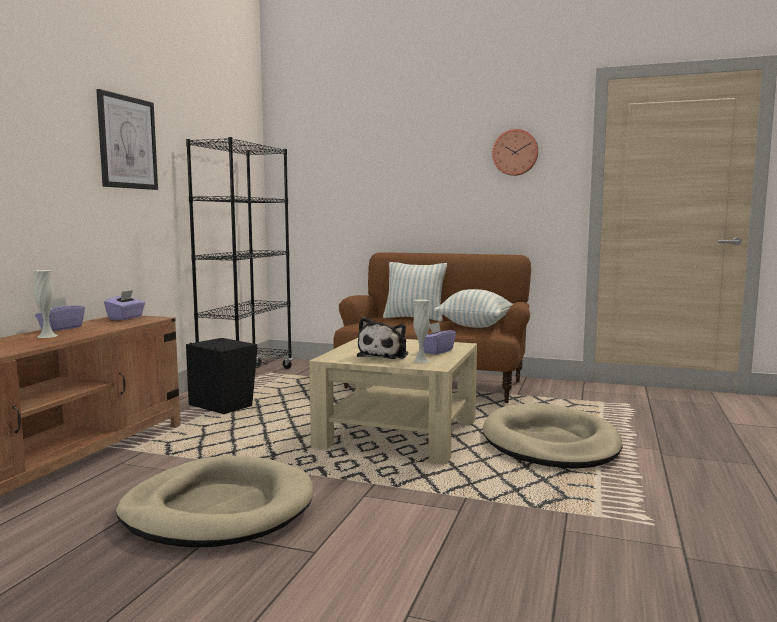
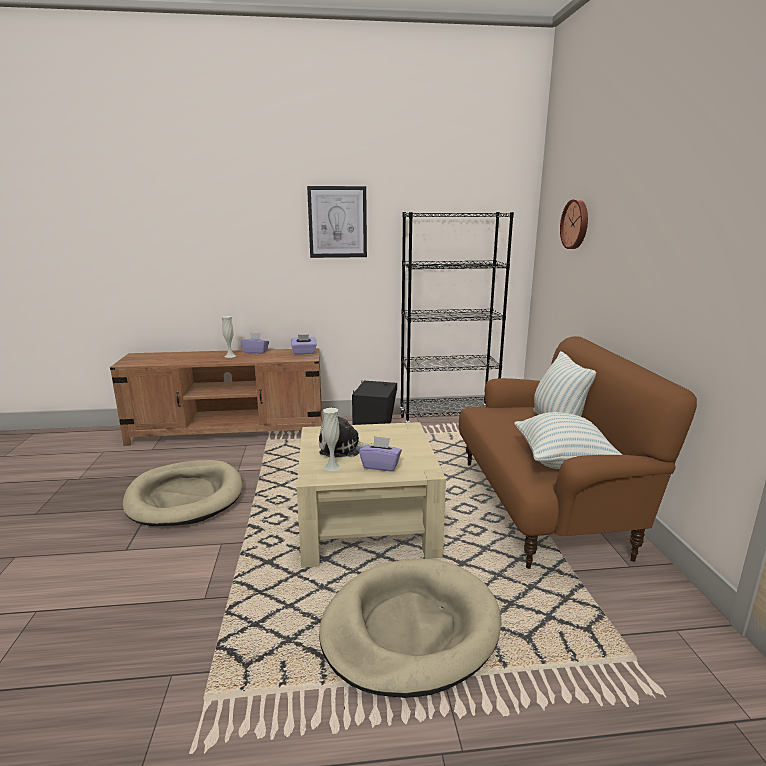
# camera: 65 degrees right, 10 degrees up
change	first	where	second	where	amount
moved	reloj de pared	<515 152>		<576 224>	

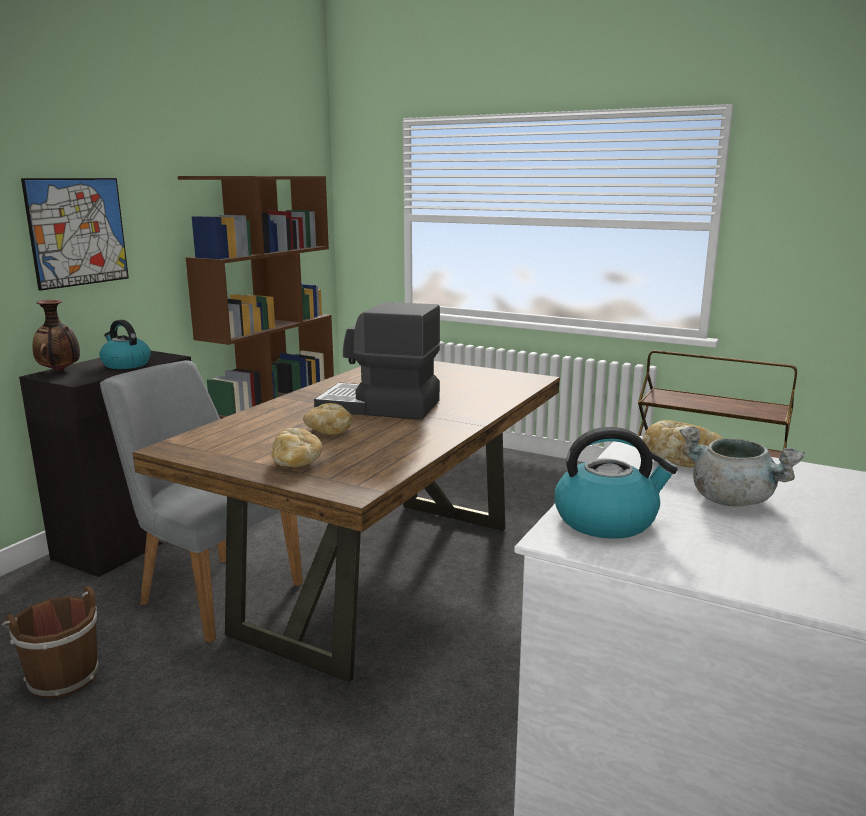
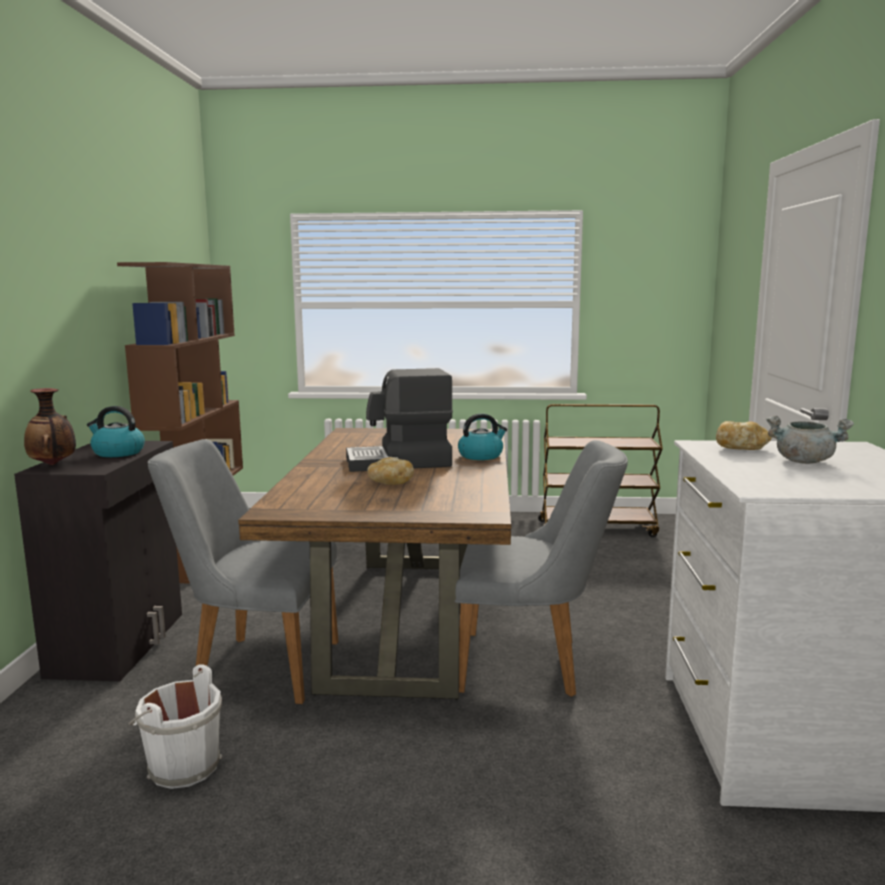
# camera: 25 degrees left, 5 degrees down
change	first	where	second	where	amount
removed	cuadro	<78 232>			
removed	pan	<296 462>			
added			silla/gris	<532 664>	
moved	hervidor	<607 520>		<481 456>	
recoloured	cubo/marrón	<62 676>	cubo/blanco	<181 766>	

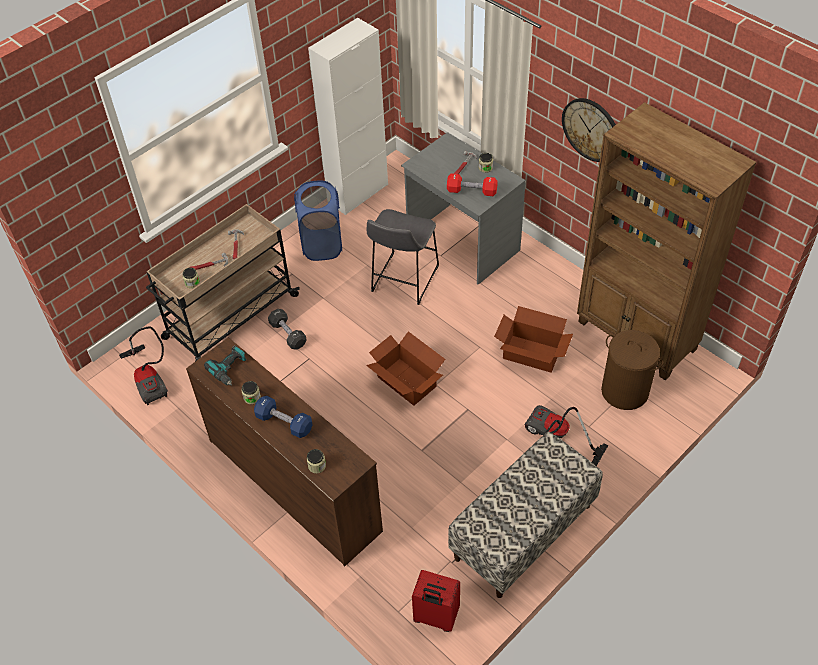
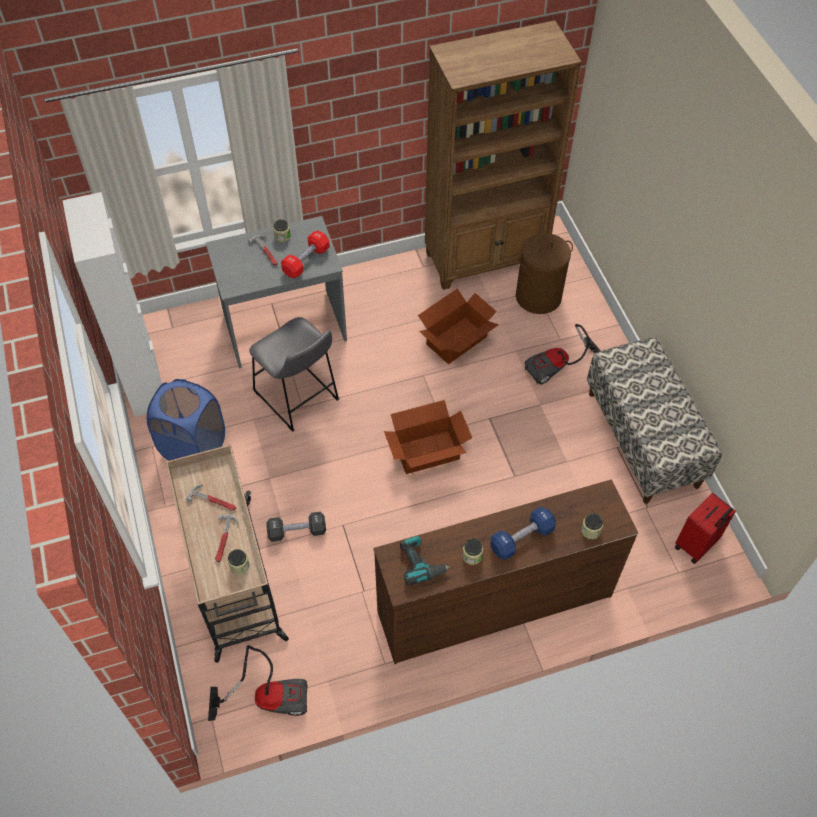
# camera: 65 degrees left, 5 degrees up
change	first	where	second	where	amount
removed	reloj de pared	<591 129>			

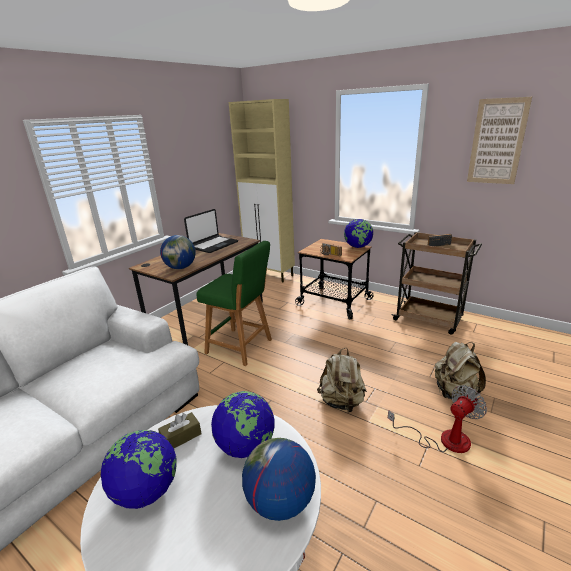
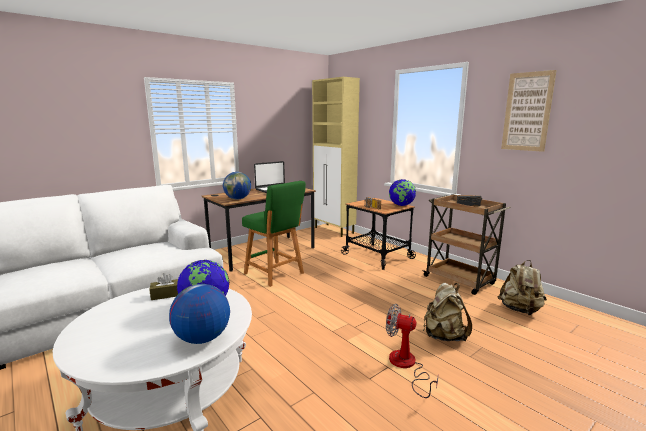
# camera: 15 degrees right, 10 degrees down
change	first	where	second	where	amount
removed	globo terráqueo	<146 491>			
moved	mochila/beis	<342 402>		<520 310>	
turned	ventilador	<443 439>		<406 366>	135 degrees counterclockwise

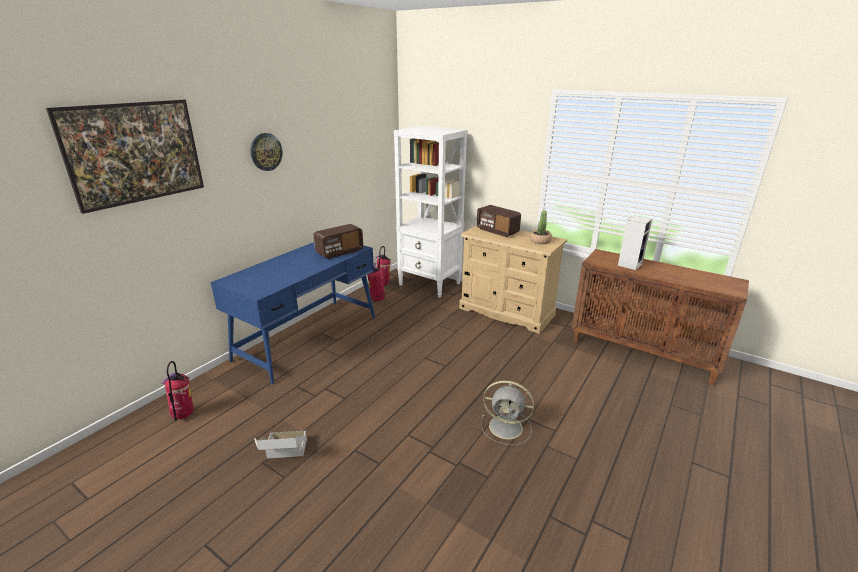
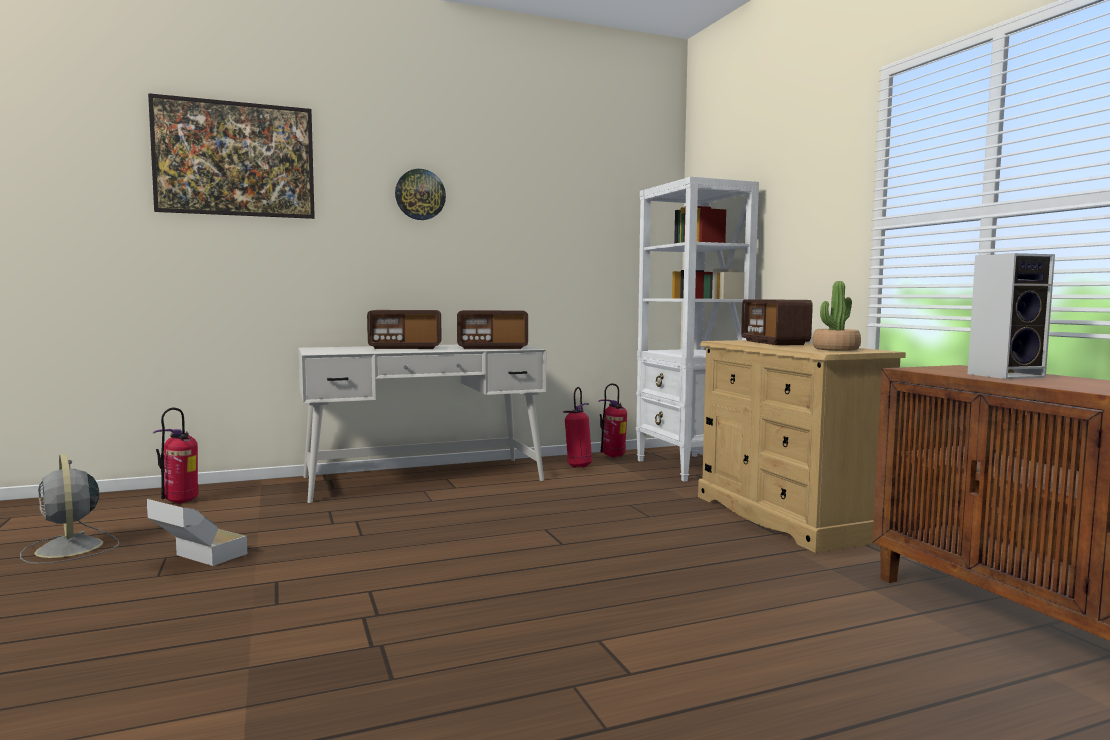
# camera: 35 degrees right, 20 degrees down
change	first	where	second	where	amount
added			radio	<405 348>	
moved	ventilador/gris	<507 427>		<69 549>	
recoloured	escritorio/azul	<308 337>	escritorio/blanco	<424 478>	

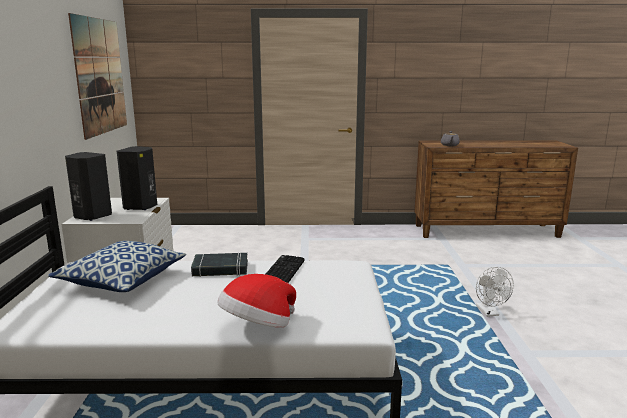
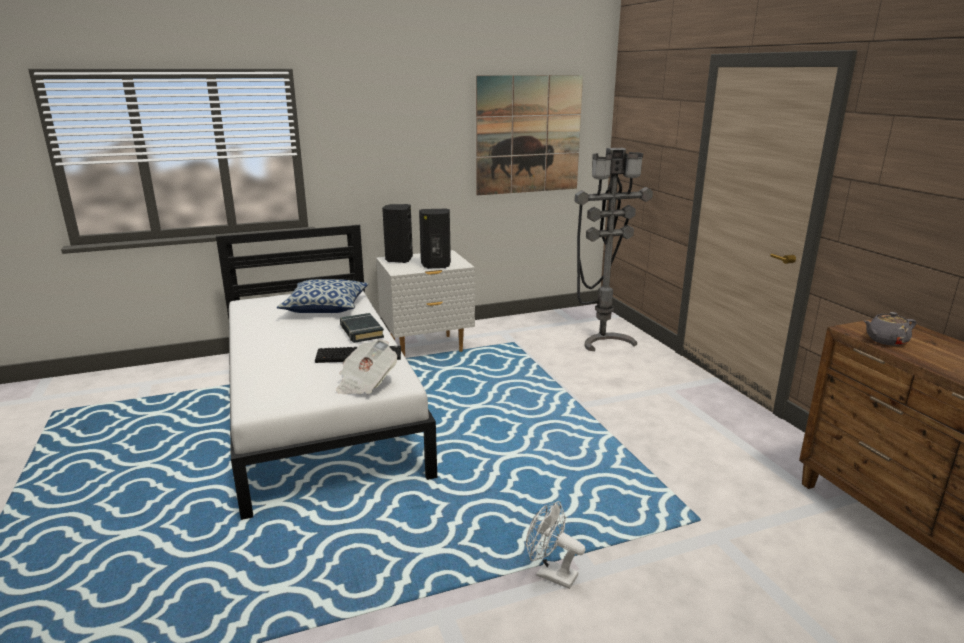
# camera: 70 degrees right, 5 degrees up
change	first	where	second	where	amount
removed	sombrero	<258 327>			
added			periódico	<365 383>	
added			lámpara de pie/gris	<603 339>	
turned	ventilador/blanco	<489 313>		<550 574>	60 degrees clockwise

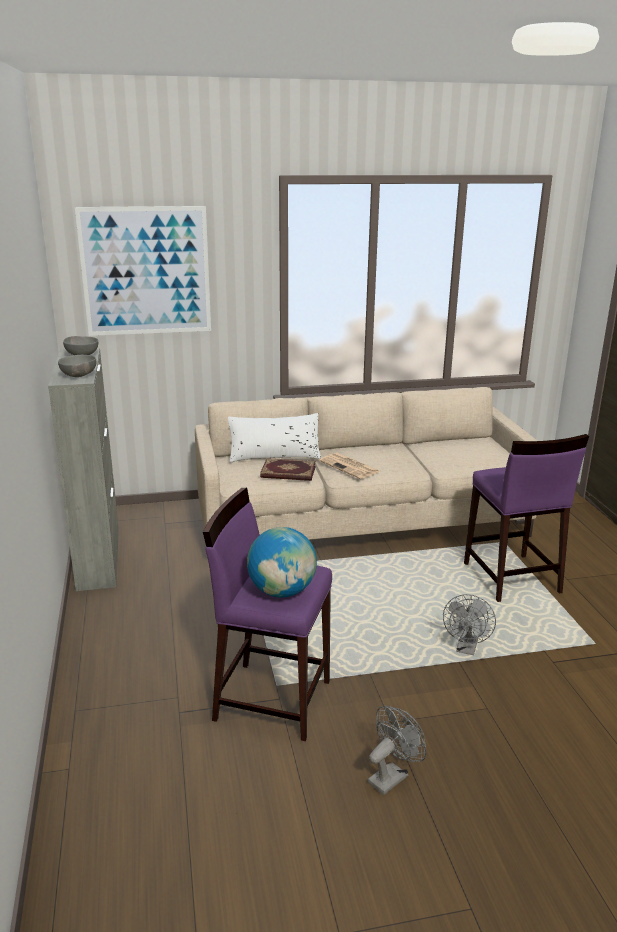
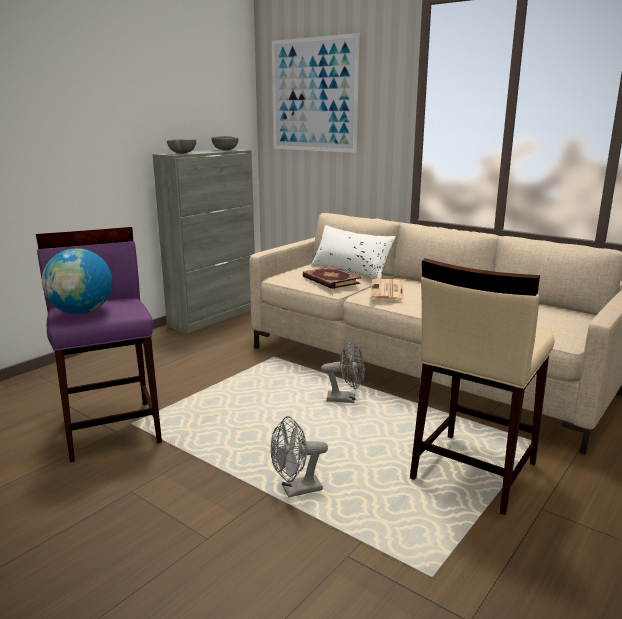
# camera: 50 degrees right, 5 degrees down
change	first	where	second	where	amount
moved	ventilador/gris	<392 776>		<346 399>	
recoloured	taburete/morado	<511 578>	taburete/beis	<472 471>	

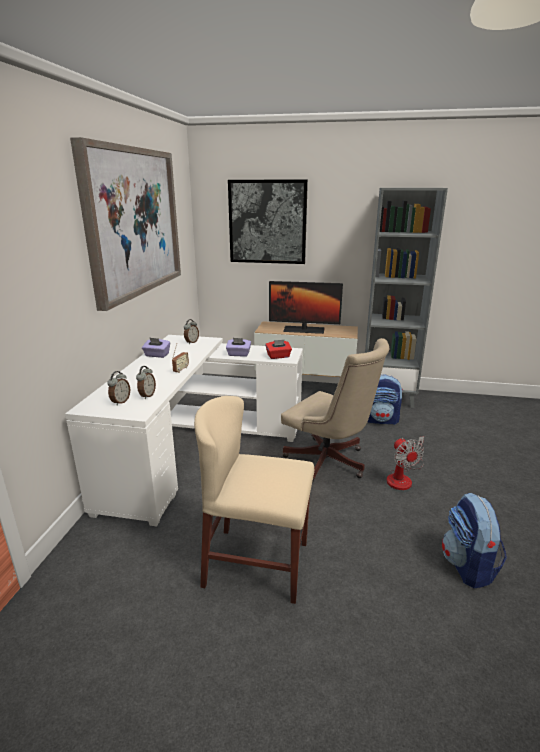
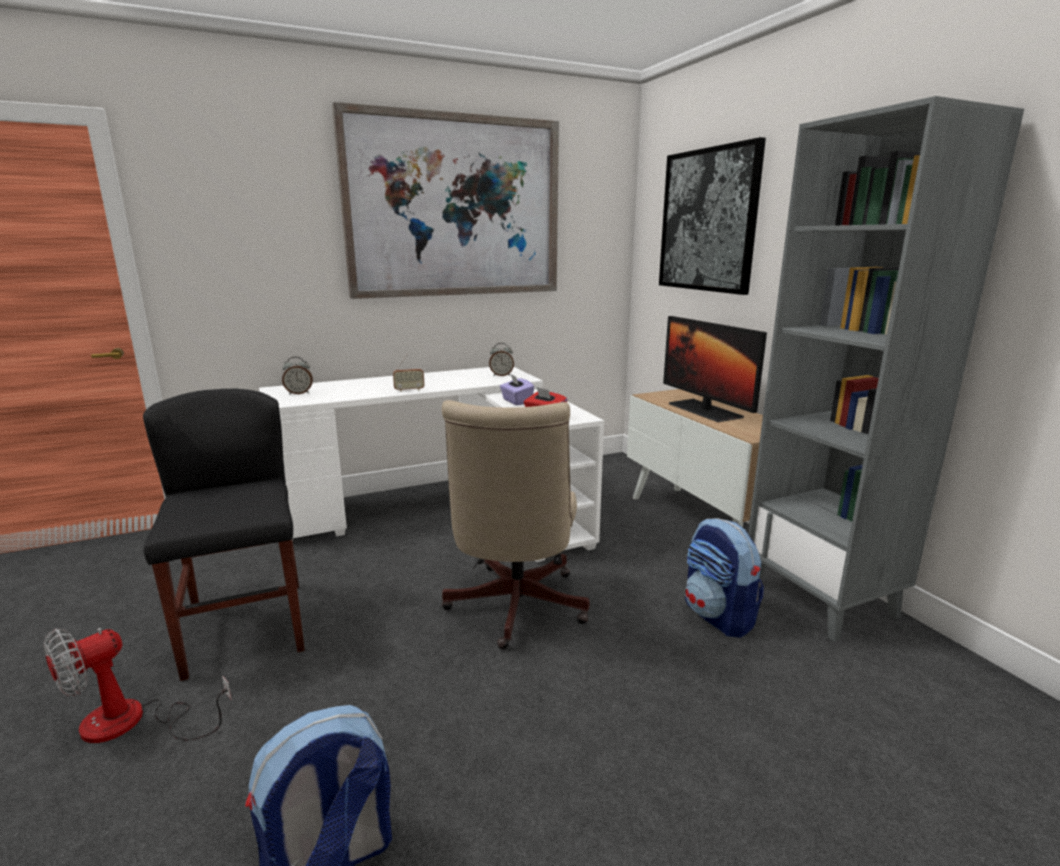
# camera: 55 degrees right, 5 degrees down
change	first	where	second	where	amount
removed	despertador	<147 396>			
removed	caja de pañuelos/morado	<157 355>			
moved	ventilador	<403 477>		<132 723>	
recoloured	silla/beis	<257 564>	silla/negro	<246 627>	

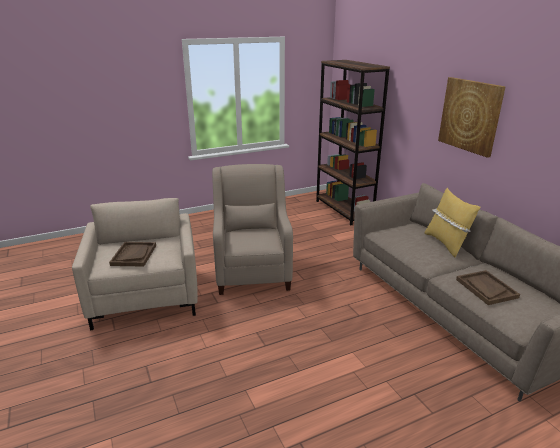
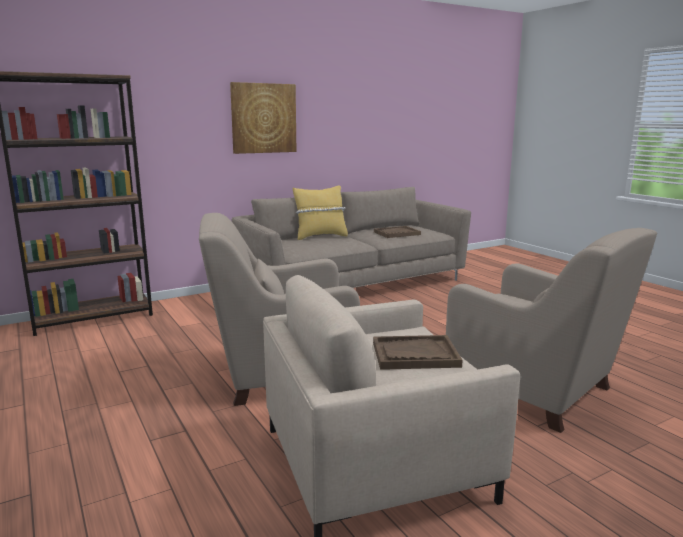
# camera: 95 degrees left, 10 degrees down
change	first	where	second	where	amount
added			sillón/beis	<534 390>	

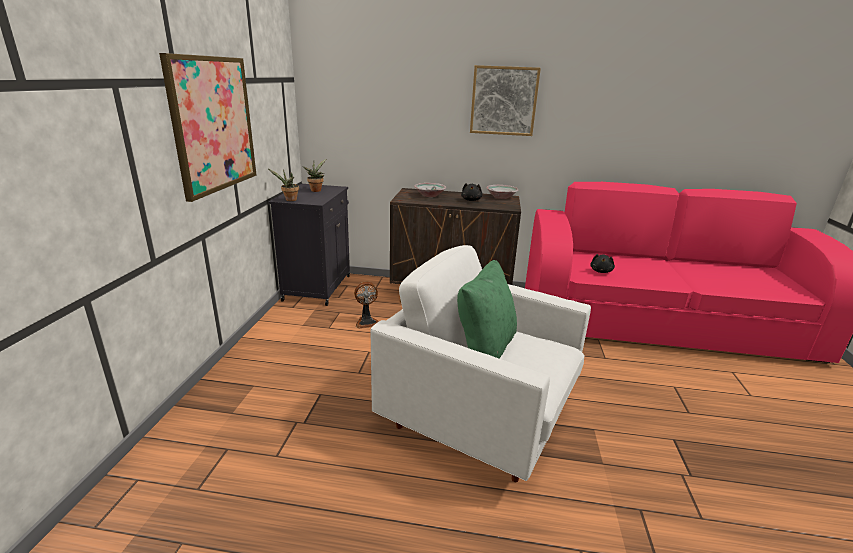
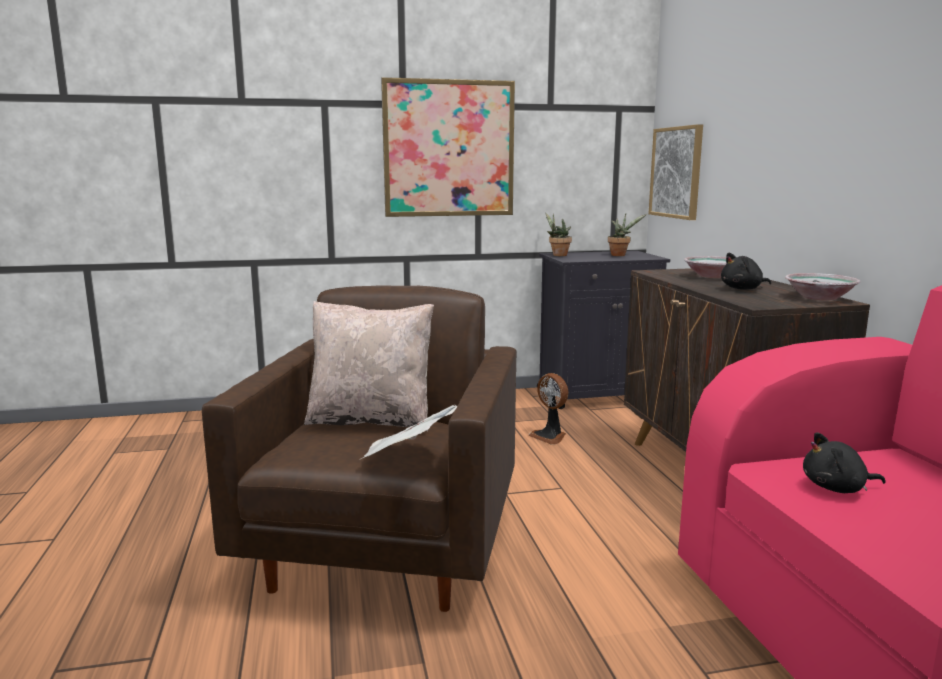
# camera: 70 degrees right, 10 degrees down
change	first	where	second	where	amount
added			periódico	<408 457>	
moved	cuadro	<503 101>		<676 172>	
recoloured	sillón/blanco	<479 419>	sillón/marrón	<386 548>	
recoloured	cojín/verde	<485 348>	cojín/beis	<371 420>	

